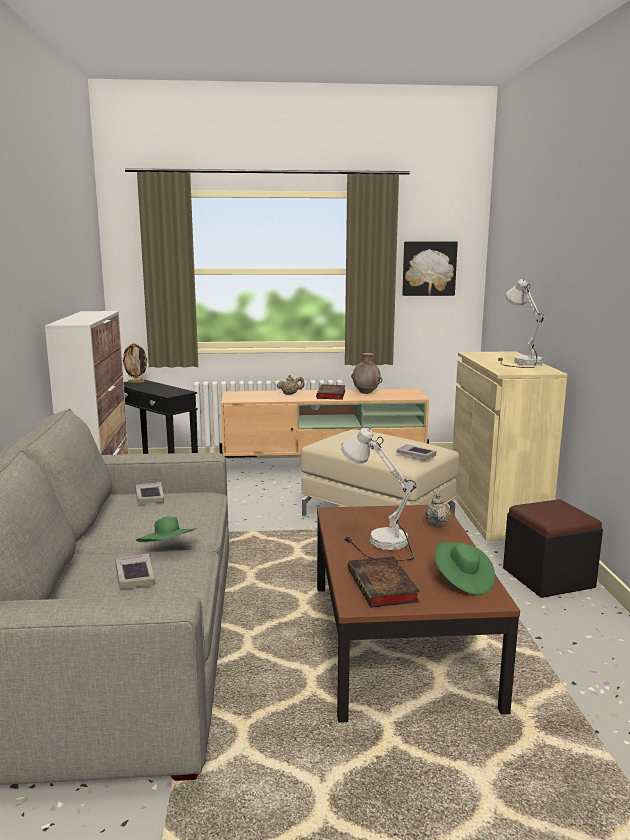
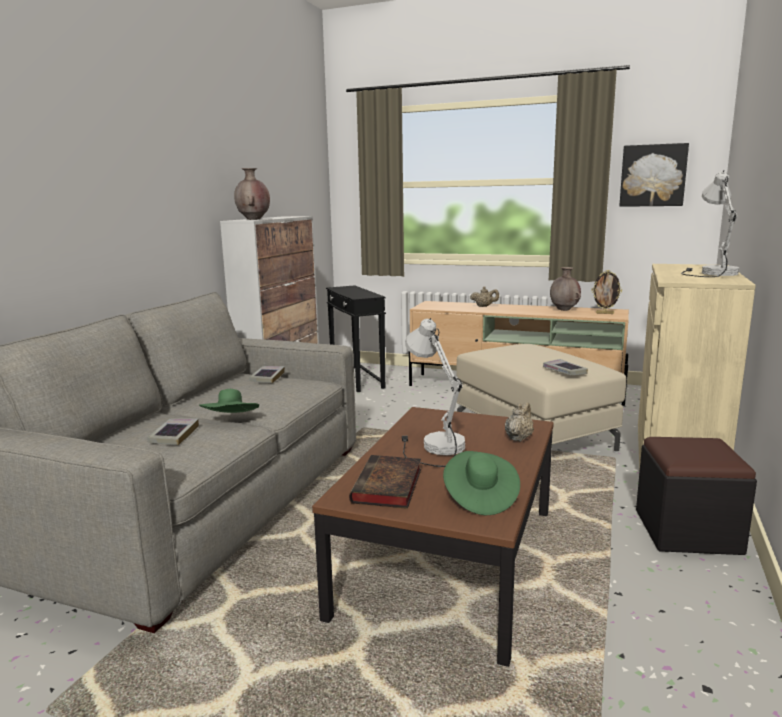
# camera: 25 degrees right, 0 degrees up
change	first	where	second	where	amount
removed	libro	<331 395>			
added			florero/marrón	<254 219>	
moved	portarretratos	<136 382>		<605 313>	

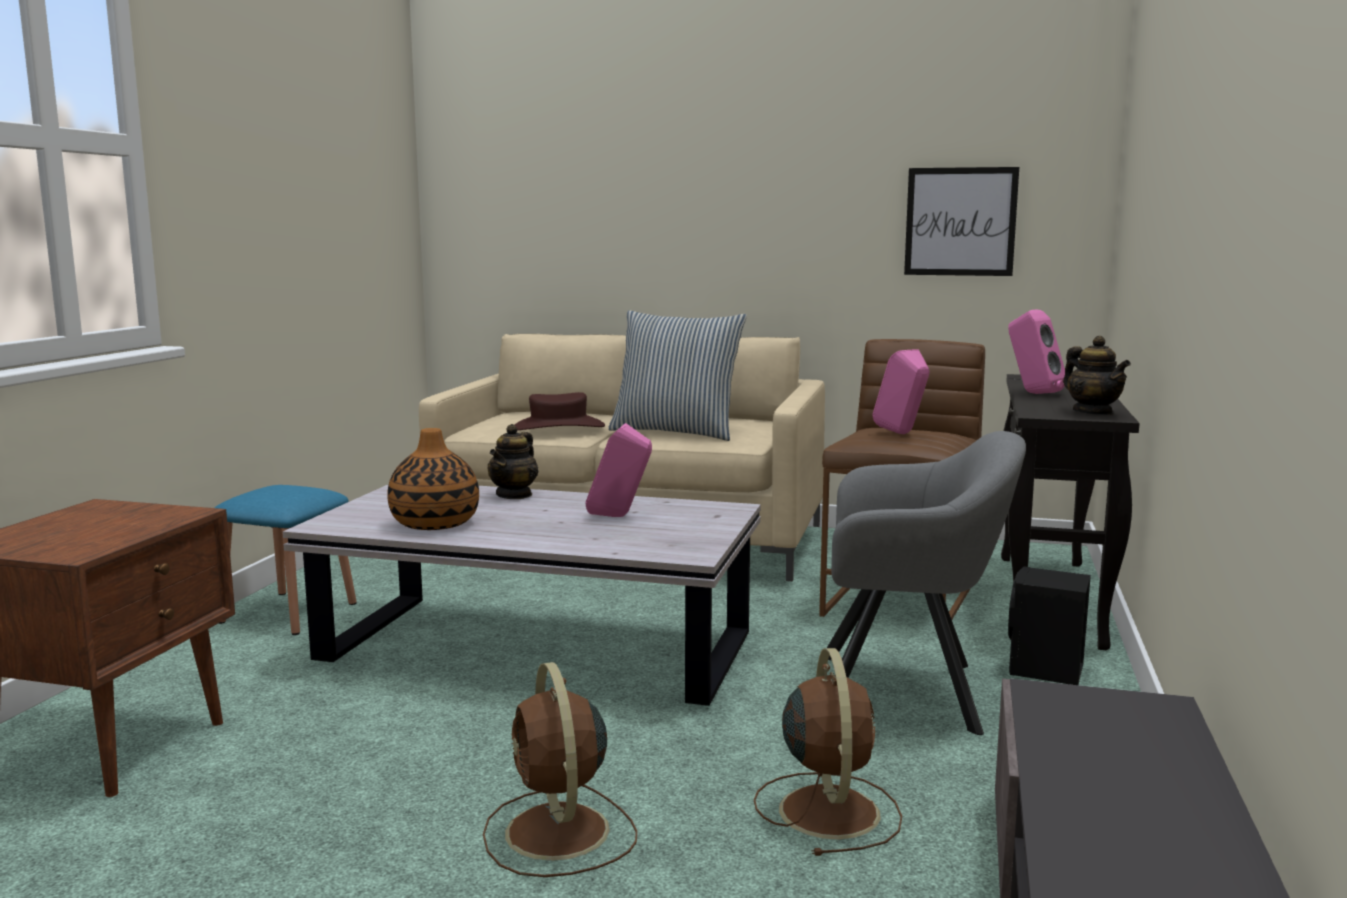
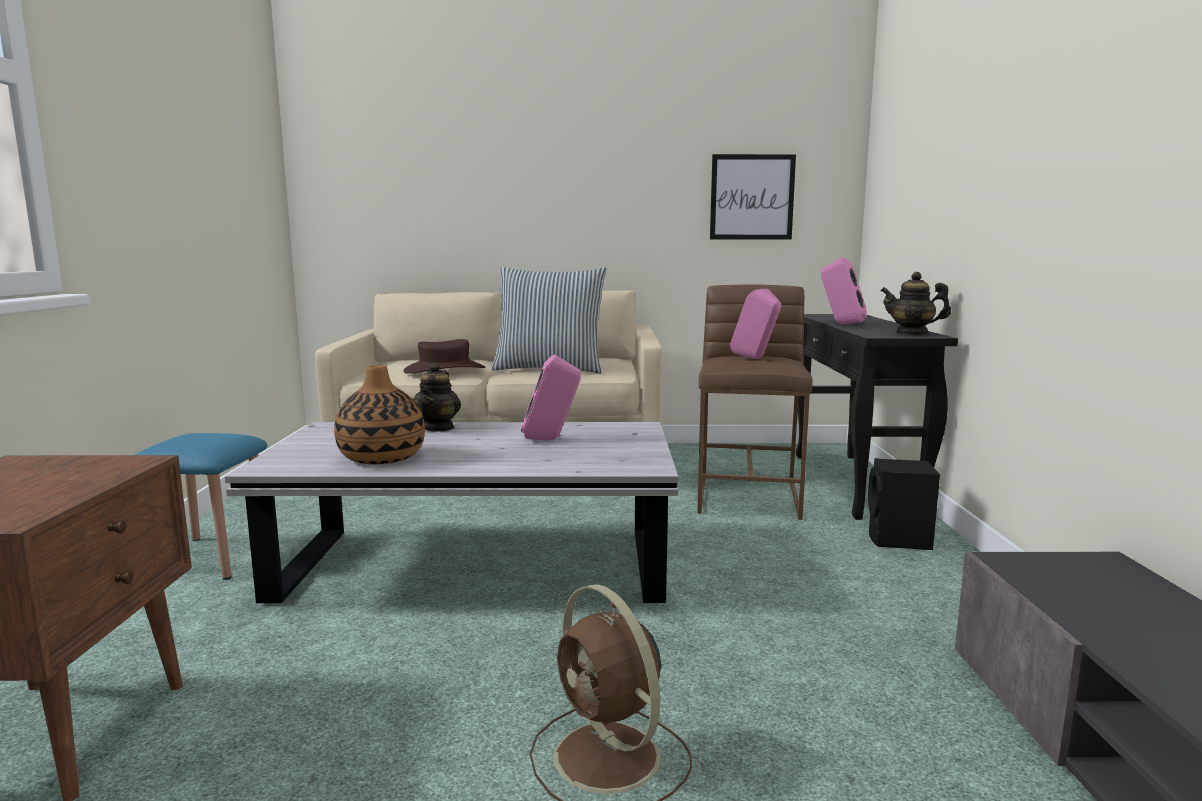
# camera: 15 degrees left, 0 degrees up
change	first	where	second	where	amount
removed	ventilador/marrón	<828 809>			
removed	sillón/gris	<910 693>			
turned	tetera	<1093 412>		<912 333>	150 degrees clockwise

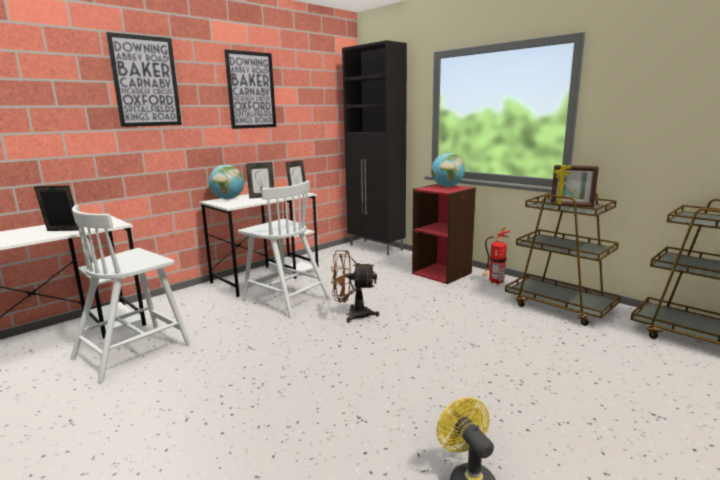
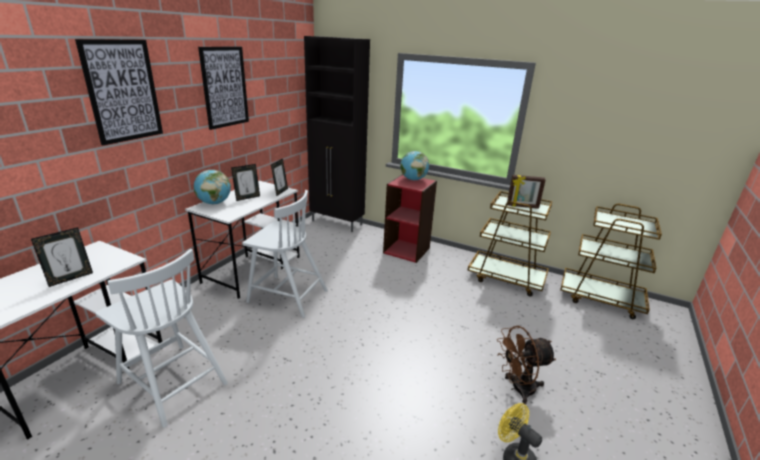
# camera: 20 degrees left, 10 degrees up
change	first	where	second	where	amount
removed	extintor	<494 282>			
moved	ventilador/marrón	<352 315>		<517 388>	
turned	portarretratos	<62 231>		<70 278>	150 degrees clockwise
turned	silla/blanco	<134 350>		<172 382>	75 degrees counterclockwise

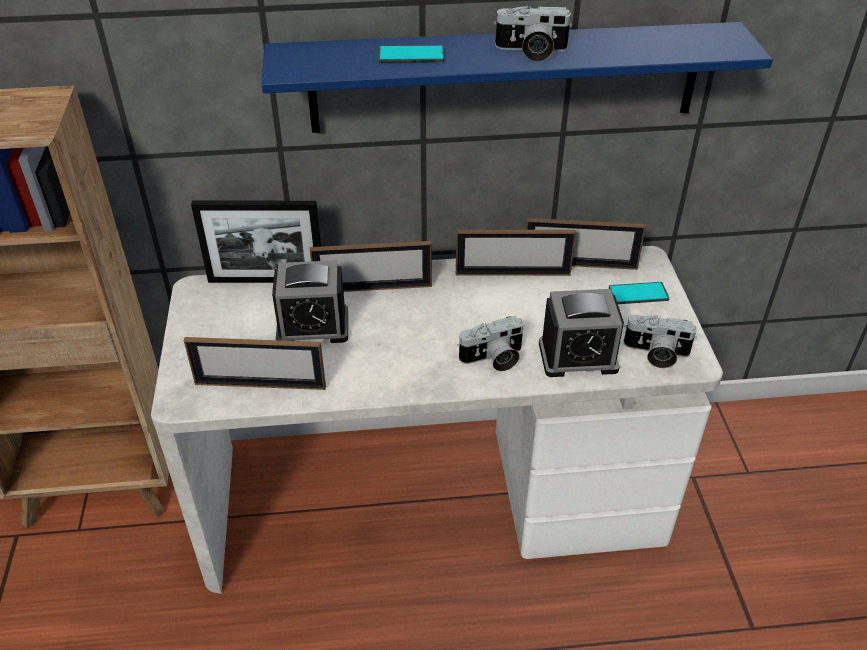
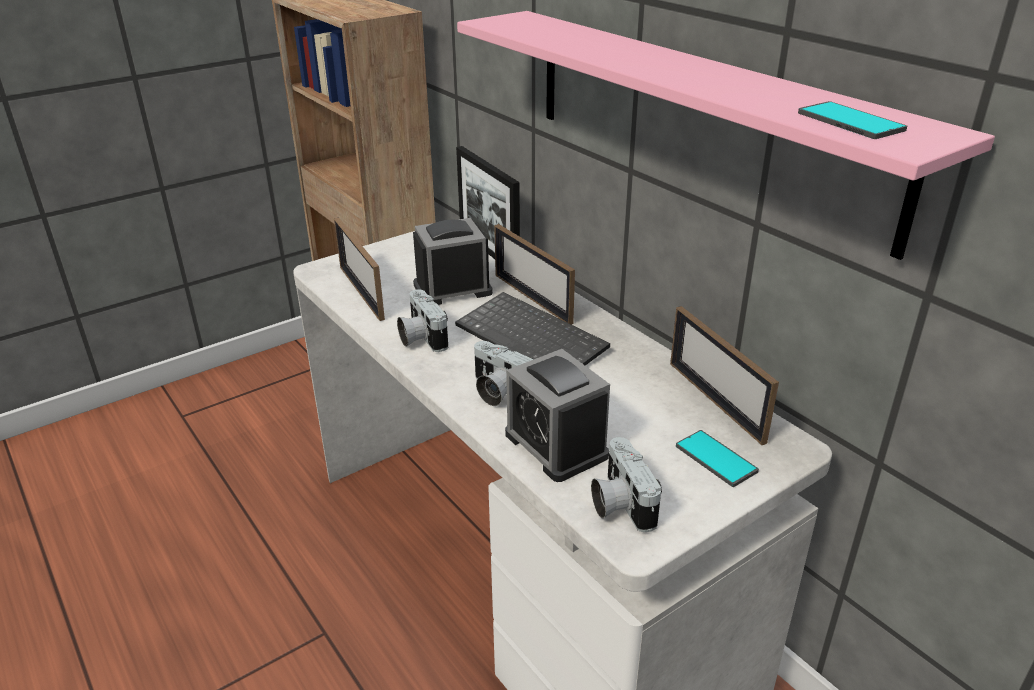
# camera: 60 degrees right, 10 degrees down
change	first	where	second	where	amount
removed	portarretratos	<512 274>			
added			teclado	<534 338>	
moved	móvil	<410 55>		<850 122>	
moved	cámara	<531 52>		<420 337>	
recoloured	estante/azul	<505 78>	estante/rosa	<698 118>	
turned	despertador	<313 326>		<452 289>	105 degrees clockwise

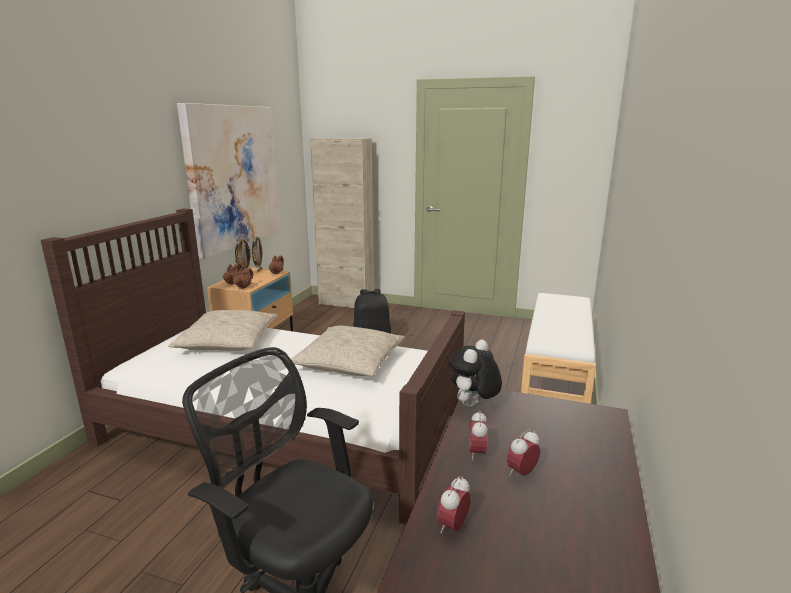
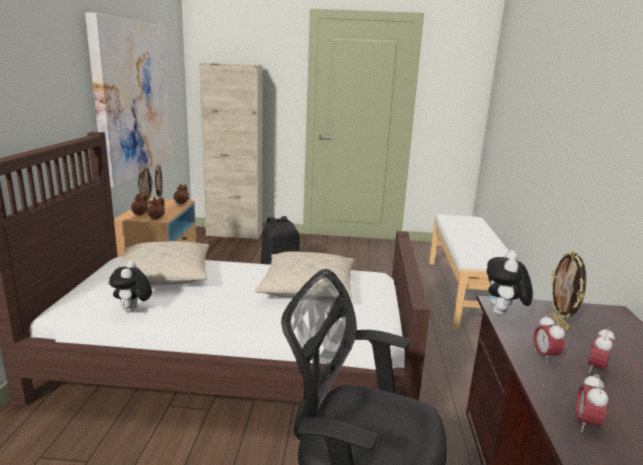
# camera: 15 degrees left, 0 degrees up
change	first	where	second	where	amount
added			peluche	<133 311>	
added			portarretratos	<559 323>	

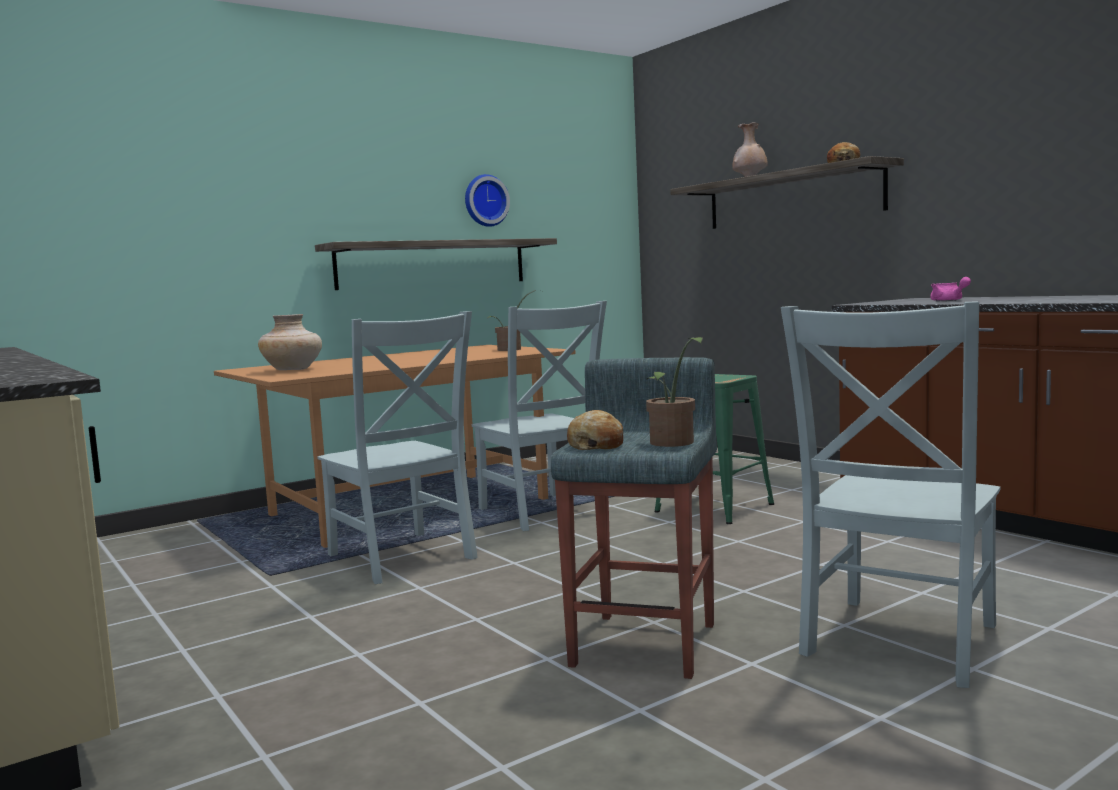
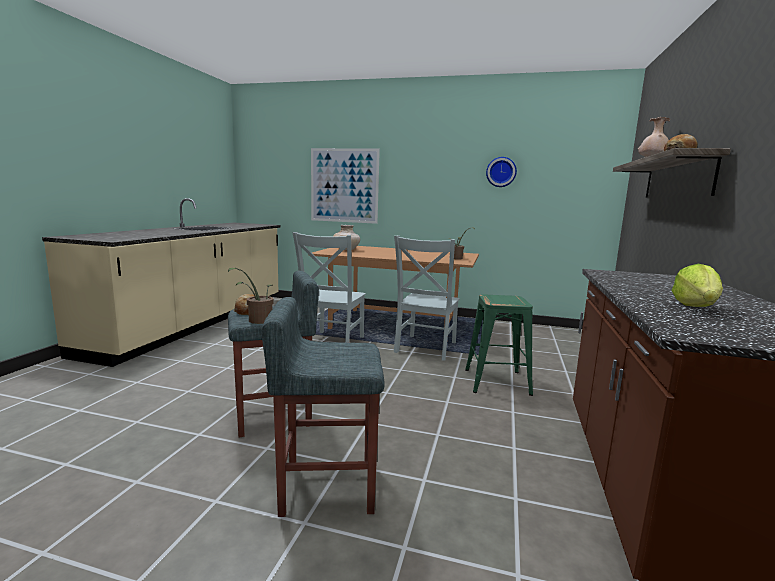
# camera: 50 degrees right, 5 degrees up
change	first	where	second	where	amount
removed	estante	<433 264>			
removed	tetera/rosa	<949 301>			
added			cuadro	<344 185>	
added			lechuga	<695 307>	
replaced	silla/gris	<897 643>	taburete/gris	<326 486>	

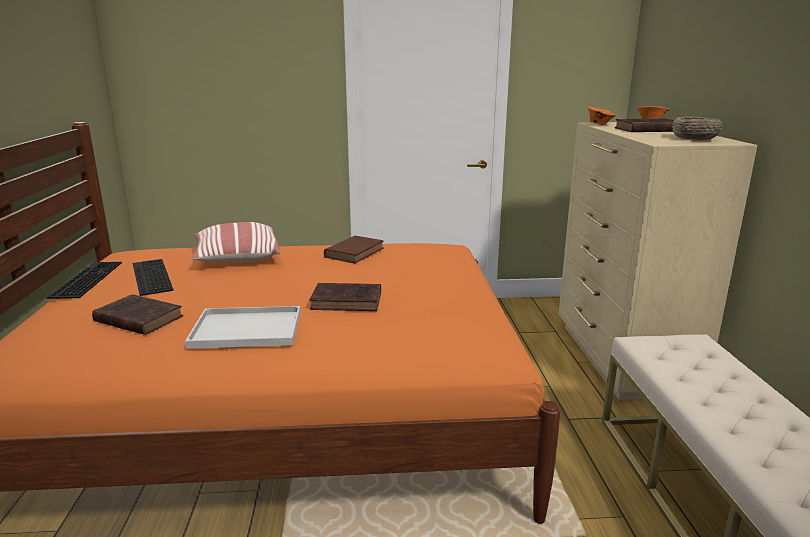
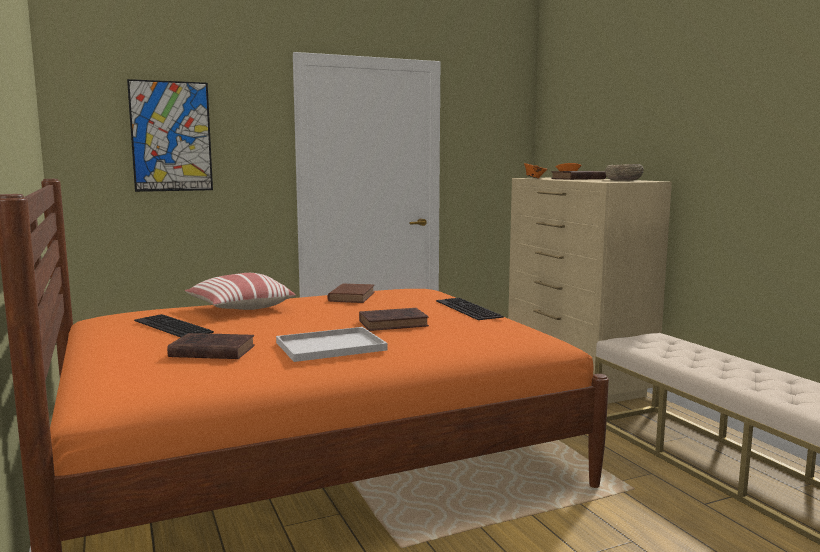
# camera: 20 degrees left, 10 degrees down
change	first	where	second	where	amount
added			cuadro	<171 136>	
moved	teclado	<85 279>		<466 309>	

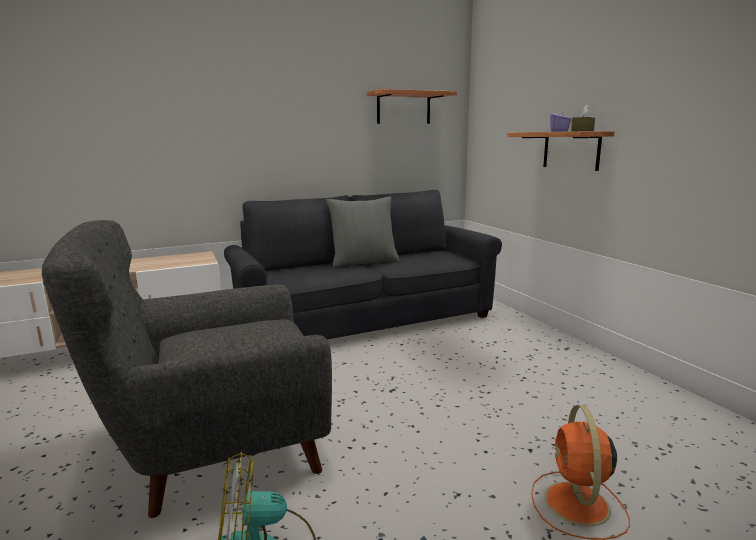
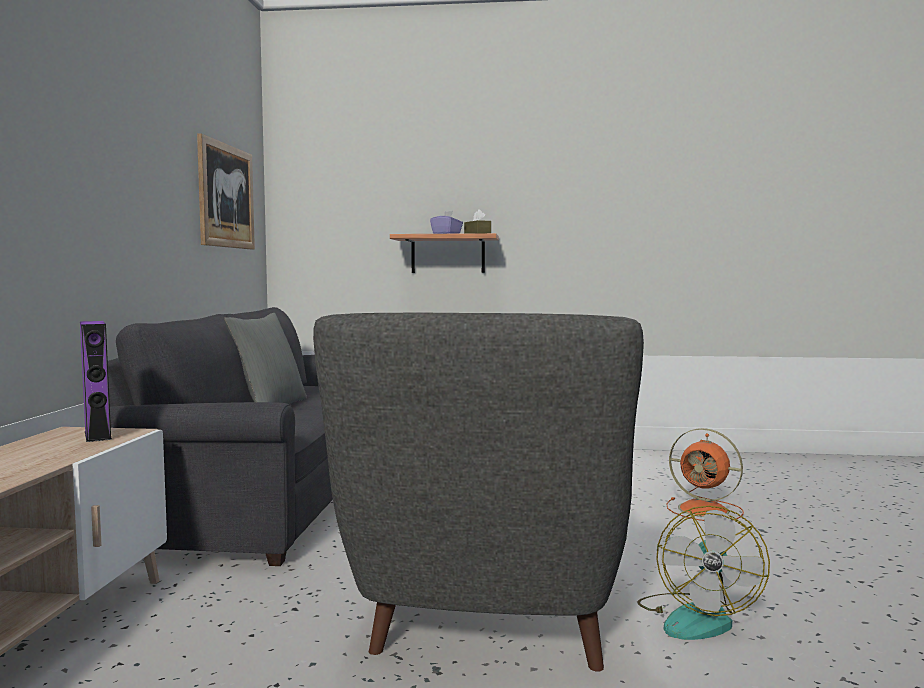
# camera: 60 degrees left, 10 degrees down
change	first	where	second	where	amount
added			altavoz/morado	<97 435>	
replaced	estante	<403 108>	cuadro	<226 196>	

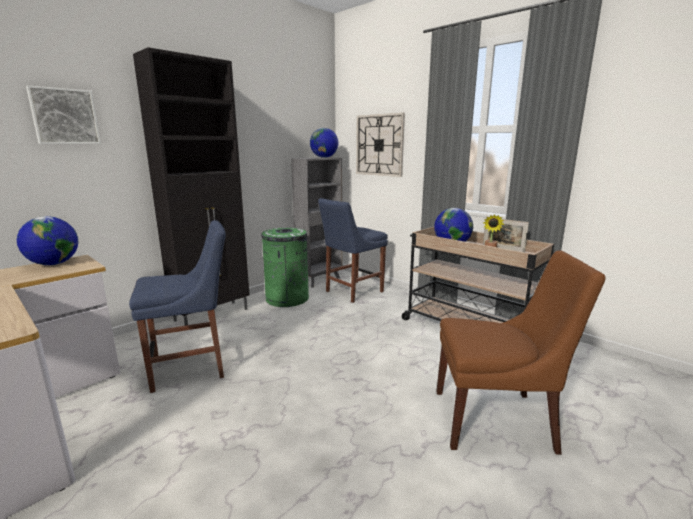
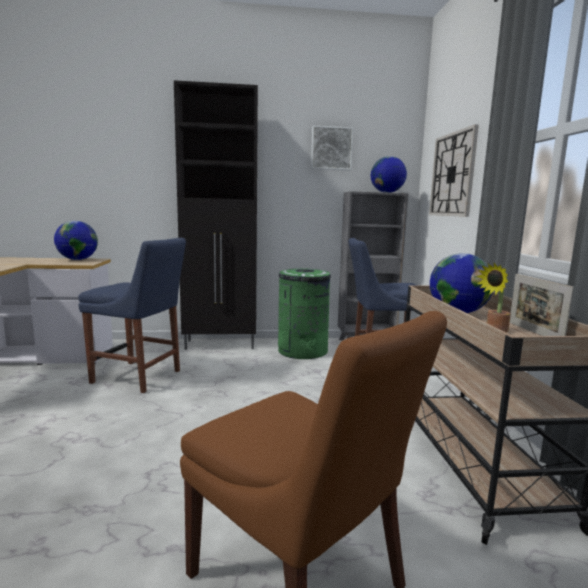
# camera: 40 degrees right, 5 degrees down
change	first	where	second	where	amount
moved	cuadro	<65 116>		<331 148>	

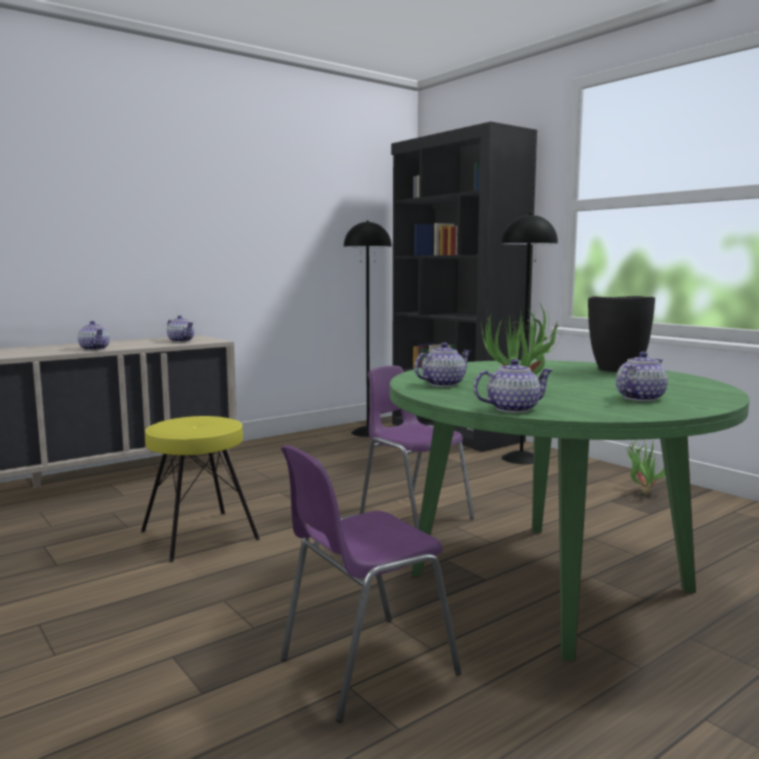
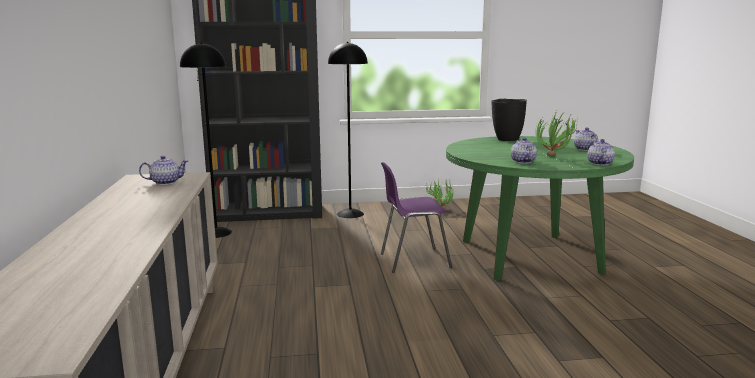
# camera: 60 degrees left, 5 degrees up
change	first	where	second	where	amount
removed	tetera	<94 349>			
removed	taburete/amarillo	<200 535>			
removed	silla/morado	<363 667>			

